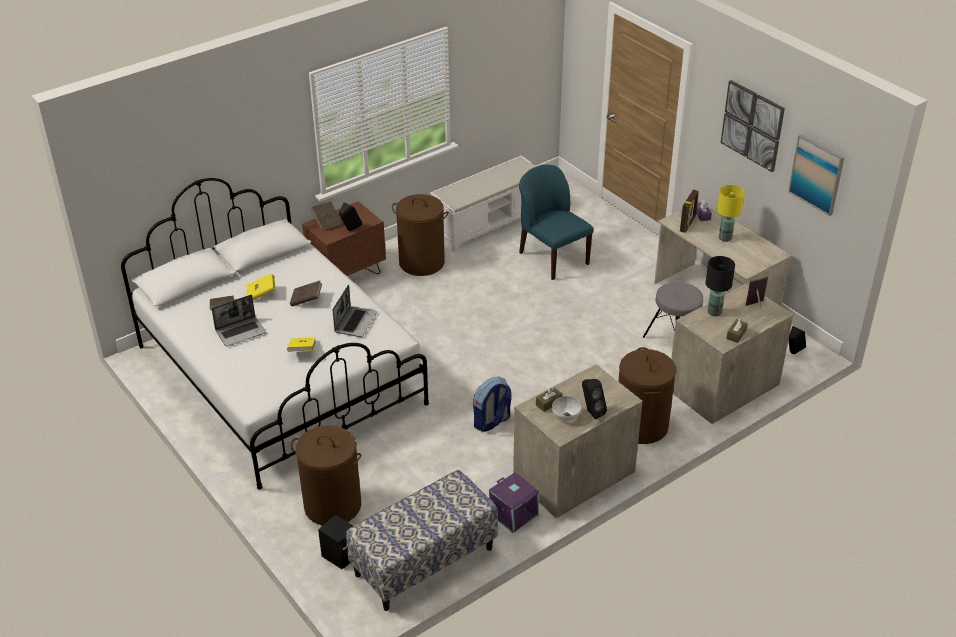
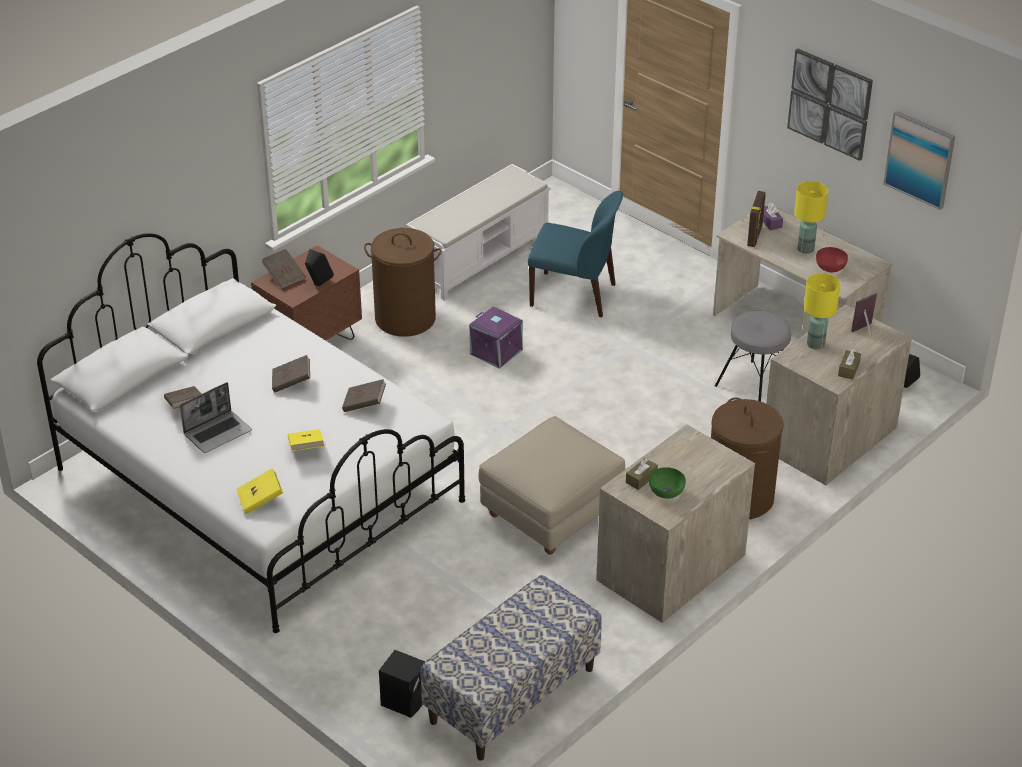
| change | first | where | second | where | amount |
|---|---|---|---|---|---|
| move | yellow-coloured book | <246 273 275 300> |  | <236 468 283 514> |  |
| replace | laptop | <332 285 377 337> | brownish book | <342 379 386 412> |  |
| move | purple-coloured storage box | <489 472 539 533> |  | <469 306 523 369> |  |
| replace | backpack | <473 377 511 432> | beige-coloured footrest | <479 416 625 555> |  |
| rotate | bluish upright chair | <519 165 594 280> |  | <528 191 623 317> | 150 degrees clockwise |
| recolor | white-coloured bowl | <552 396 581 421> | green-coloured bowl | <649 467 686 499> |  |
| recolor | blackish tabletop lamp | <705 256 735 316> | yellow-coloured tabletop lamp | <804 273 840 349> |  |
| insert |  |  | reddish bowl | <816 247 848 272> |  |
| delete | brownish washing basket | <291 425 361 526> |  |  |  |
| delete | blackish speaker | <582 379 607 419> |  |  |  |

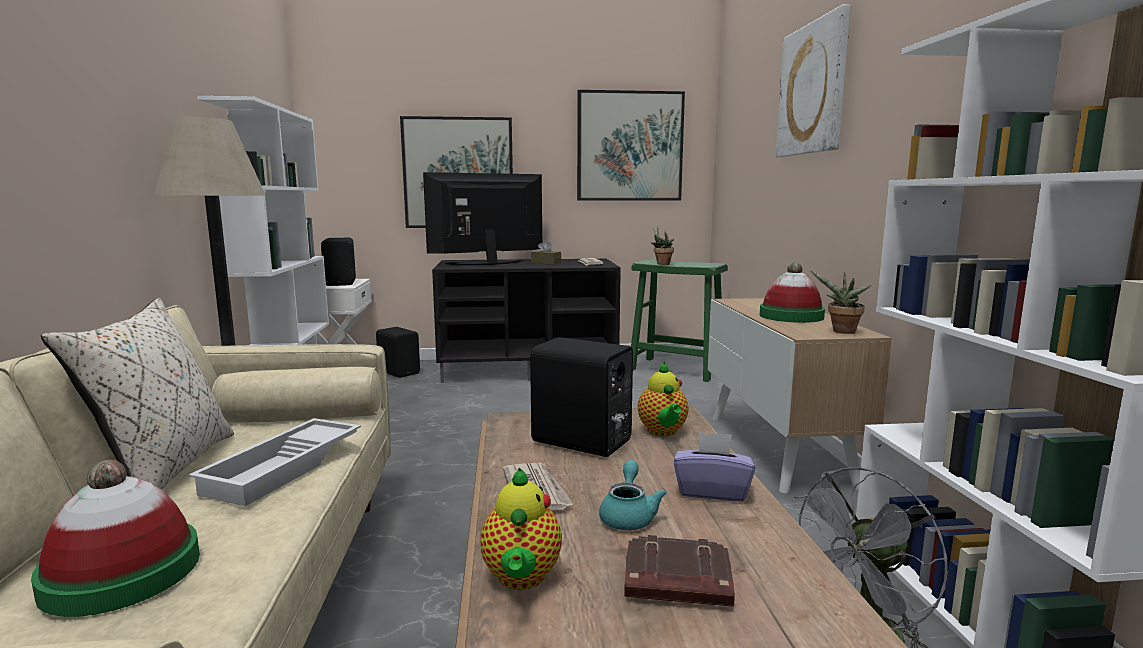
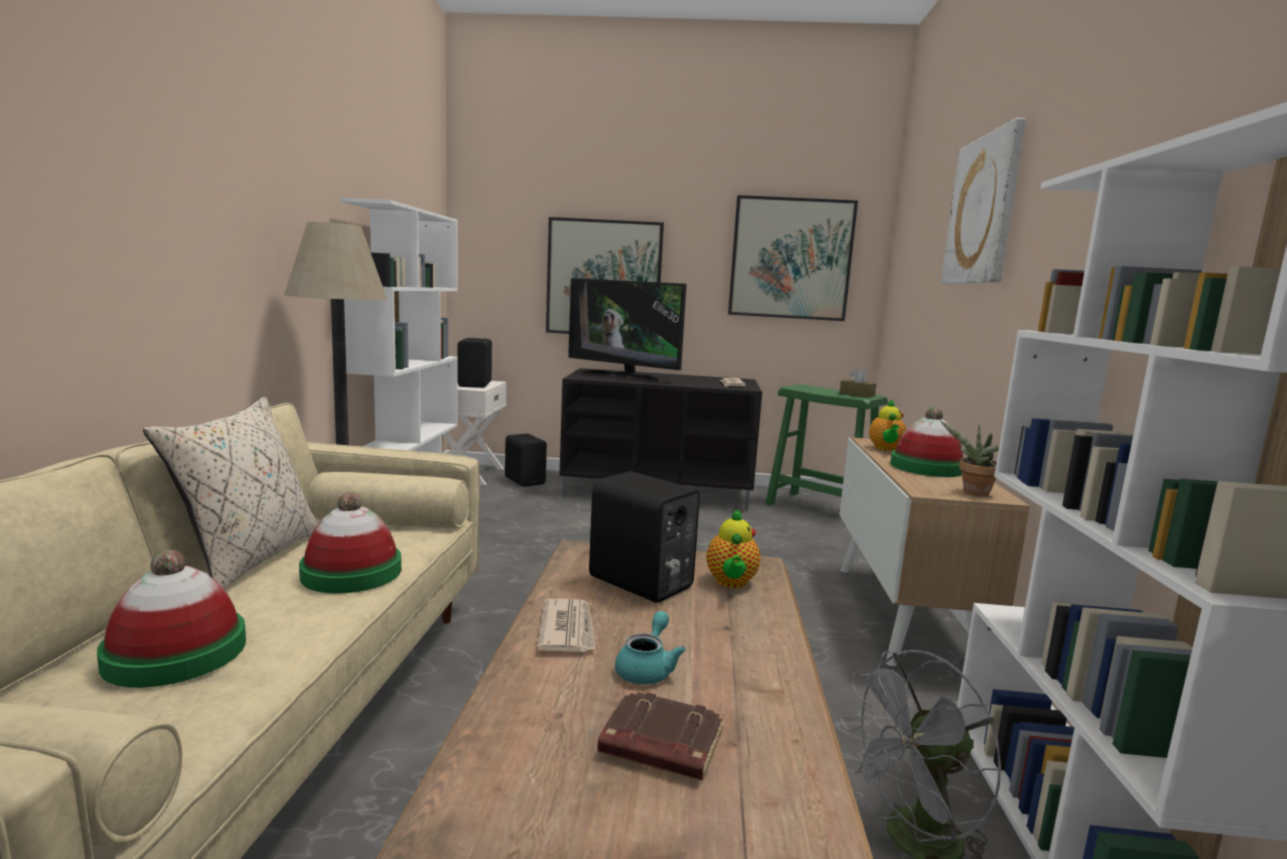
| change | first | where | second | where | amount |
|---|---|---|---|---|---|
| replace | white-coloured carrying tray | <188 418 361 506> | wearable hat | <299 492 401 593> |  |
| rotate | television | <423 172 542 265> |  | <568 278 687 382> | 135 degrees counterclockwise |
| move | brownish box of tissues | <531 240 561 265> |  | <839 369 876 398> |  |
| move | pot for tea | <480 468 562 590> |  | <869 399 906 451> |  |
| delete | houseplant | <651 226 674 265> |  |  |  |
| delete | purple-coloured box of tissues | <674 431 755 502> |  |  |  |

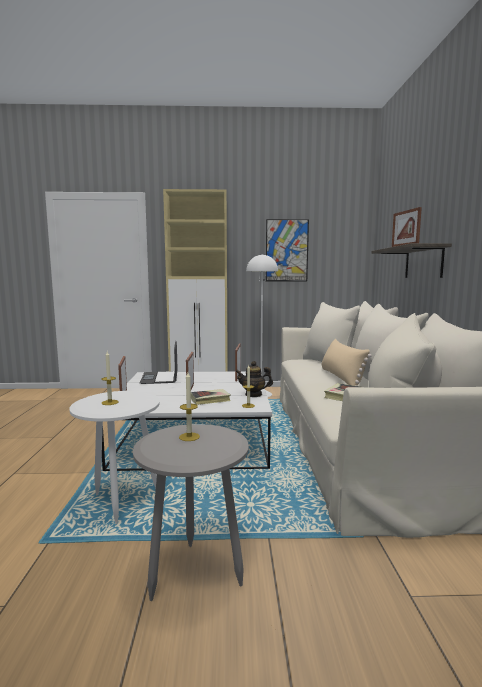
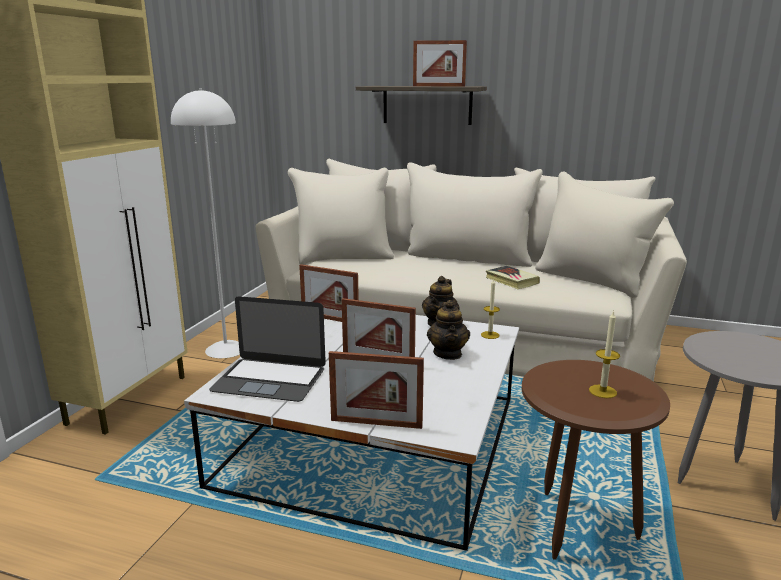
| change | first | where | second | where | amount |
|---|---|---|---|---|---|
| replace | book | <191 389 231 405> | pot for tea | <427 300 470 360> |  |
| recolor | white-coloured side table | <69 391 160 524> | brownish side table | <522 360 670 560> |  |
| delete | wax light | <179 373 200 441> |  |  |  |
| delete | picture | <266 219 309 282> |  |  |  |
| delete | beige-coloured cushion | <322 339 372 386> |  |  |  |

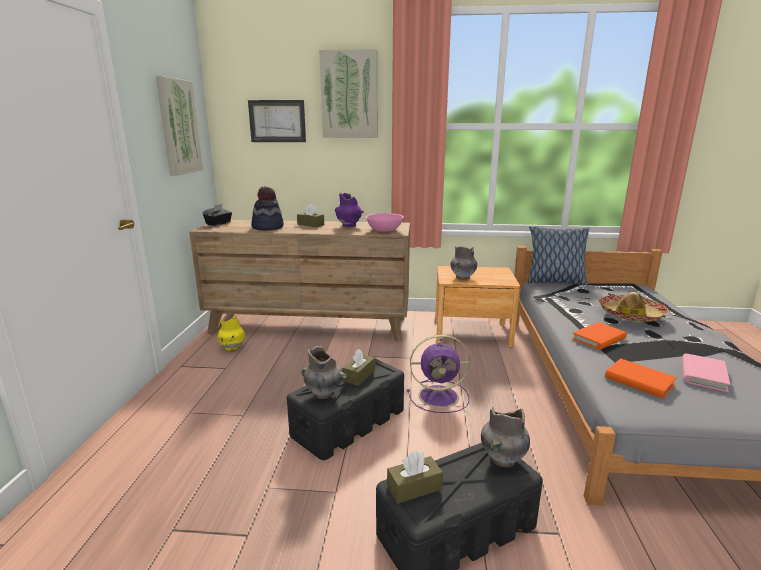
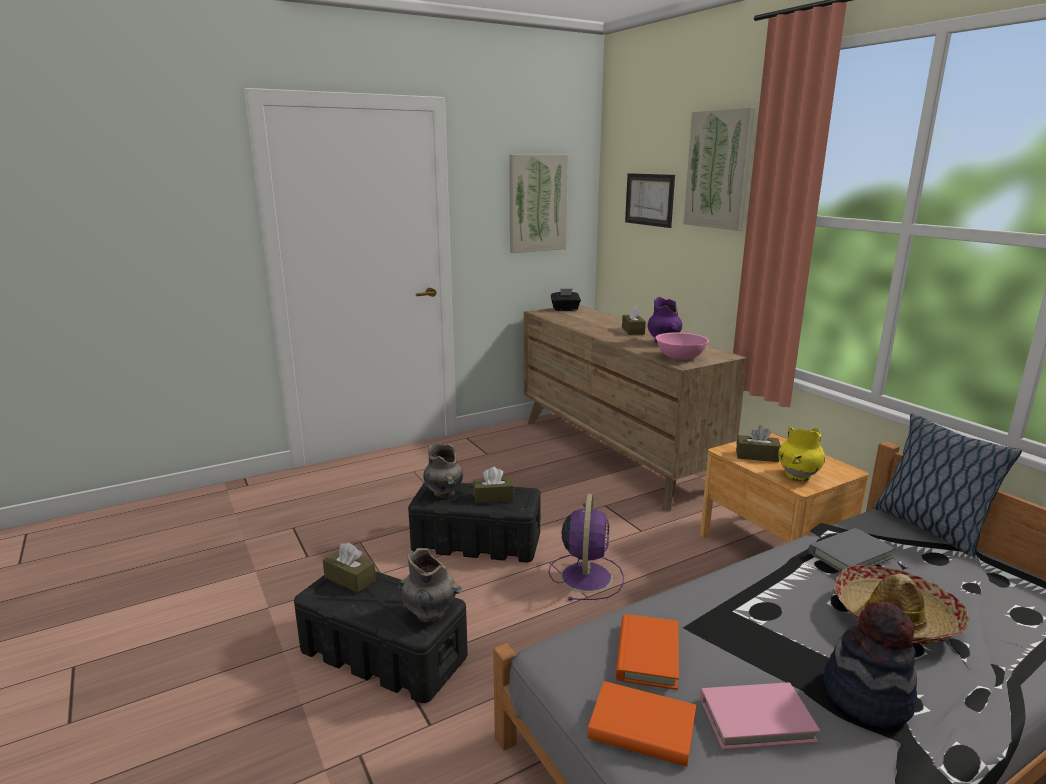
| change | first | where | second | where | amount |
|---|---|---|---|---|---|
| rotate | purple-coloured electric fan | <407 335 471 413> |  | <549 494 624 601> | 135 degrees counterclockwise |
| move | orangey book | <572 322 627 350> |  | <587 681 696 767> |  |
| replace | gray decorative vase | <451 246 477 280> | brownish box of tissues | <736 426 781 462> |  |
| move | yellow-coloured decorative vase | <217 316 245 351> |  | <778 426 825 481> |  |
| insert |  |  | gray book | <808 528 896 572> |  |
| move | wearable hat | <251 186 284 230> |  | <824 601 917 728> |  |

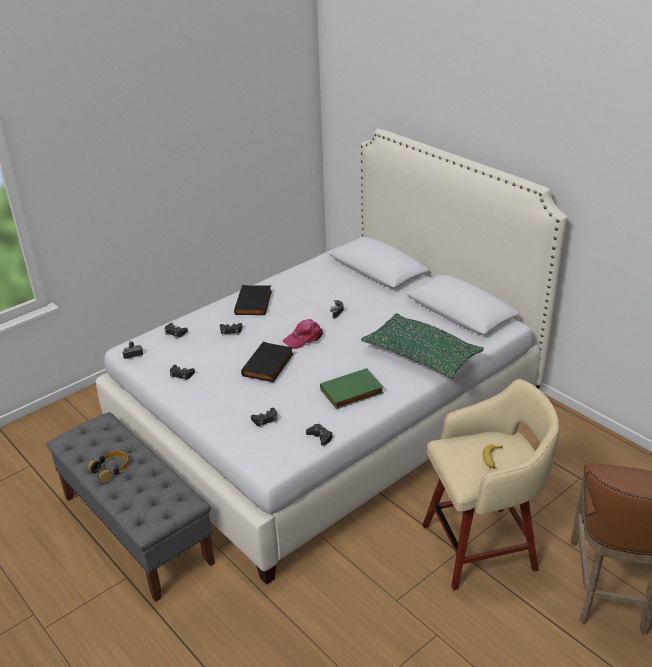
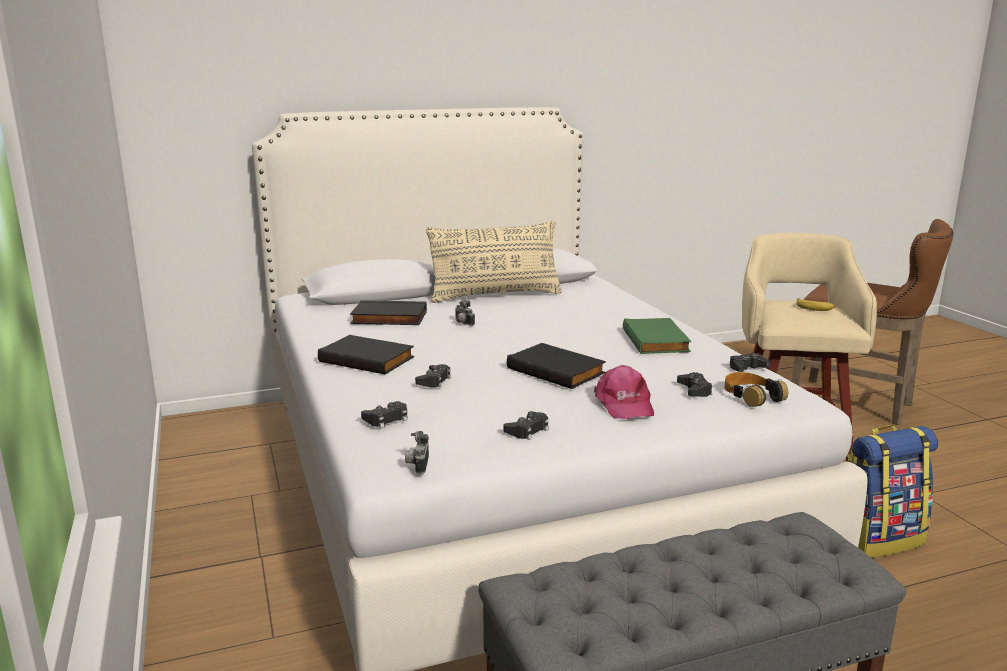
| change | first | where | second | where | amount |
|---|---|---|---|---|---|
| insert |  |  | blackish book | <350 300 427 325> |  |
| insert |  |  | beige-coloured cushion | <426 221 562 303> |  |
| move | pink cap | <283 319 323 349> |  | <594 365 654 419> |  |
| move | headset | <88 451 129 482> |  | <724 372 788 407> |  |
| insert |  |  | backpack | <847 425 938 558> |  |
| delete | green-coloured cushion | <361 313 484 379> |  |  |  |

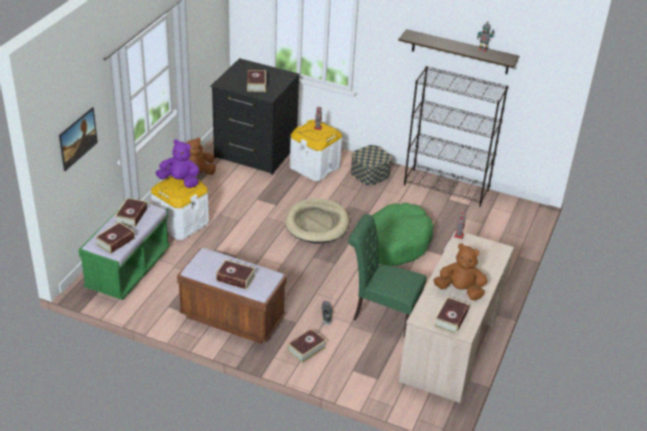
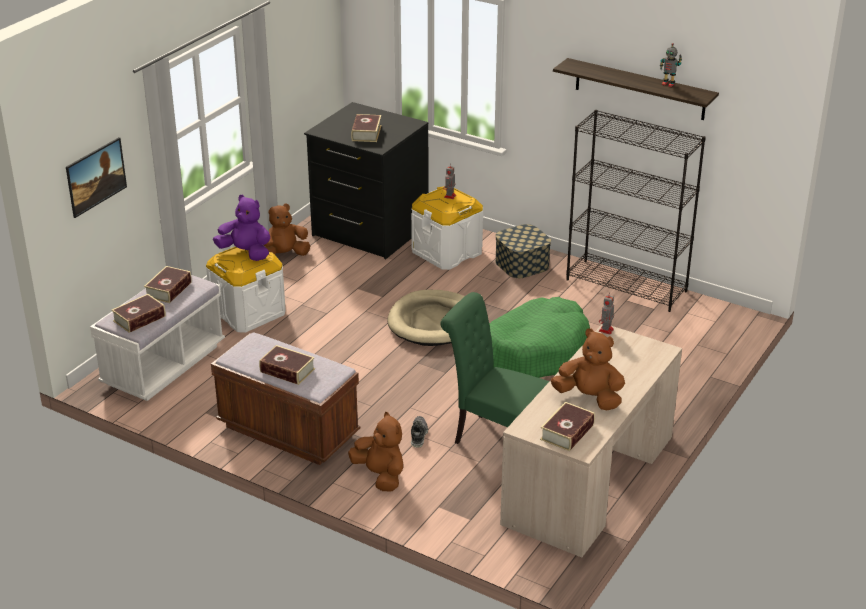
| change | first | where | second | where | amount |
|---|---|---|---|---|---|
| recolor | green-coloured long seat | <78 198 170 300> | white-coloured long seat | <90 275 225 401> |  |
| replace | book | <287 329 327 363> | brownish soft toy | <348 412 403 491> |  |

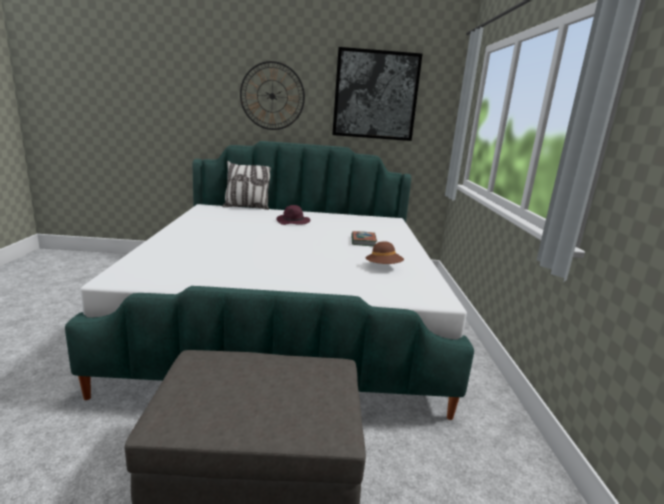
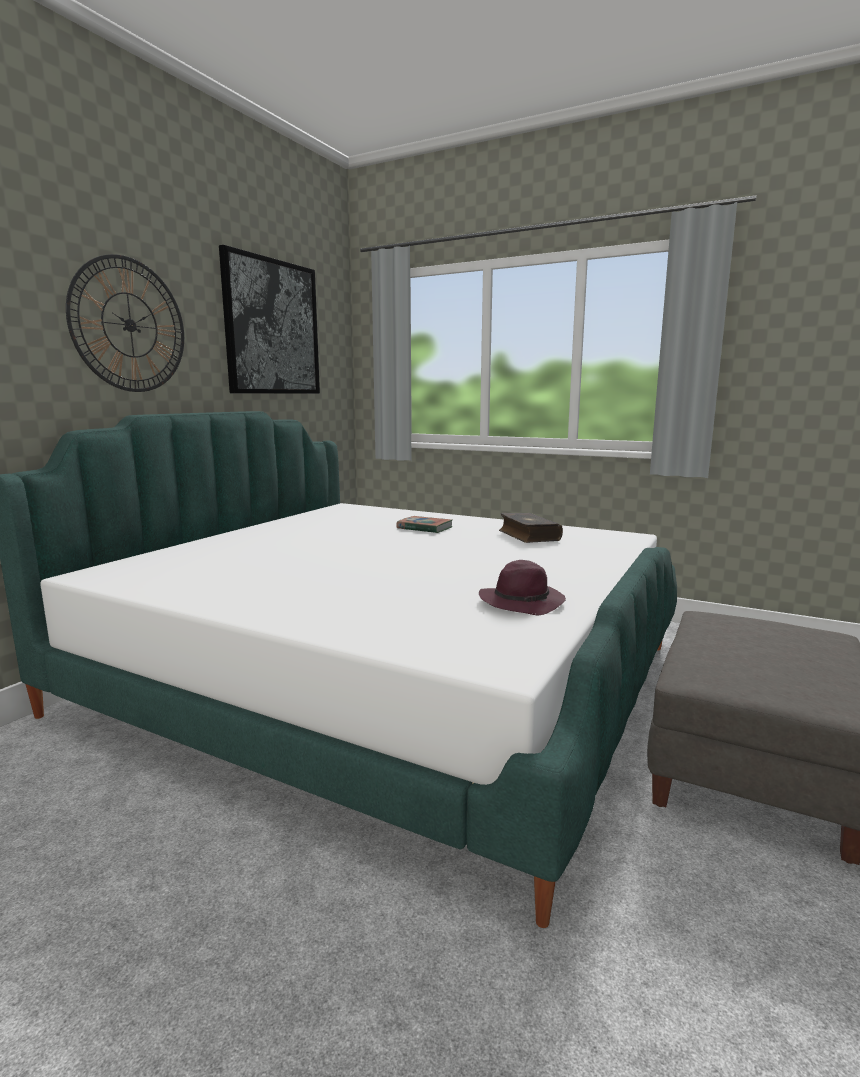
| change | first | where | second | where | amount |
|---|---|---|---|---|---|
| move | purple-coloured wearable hat | <276 205 310 225> |  | <479 560 566 615> |  |
| replace | brownish wearable hat | <366 241 404 264> | book | <499 513 563 543> |  |
| delete | cushion | <222 161 271 210> |  |  |  |

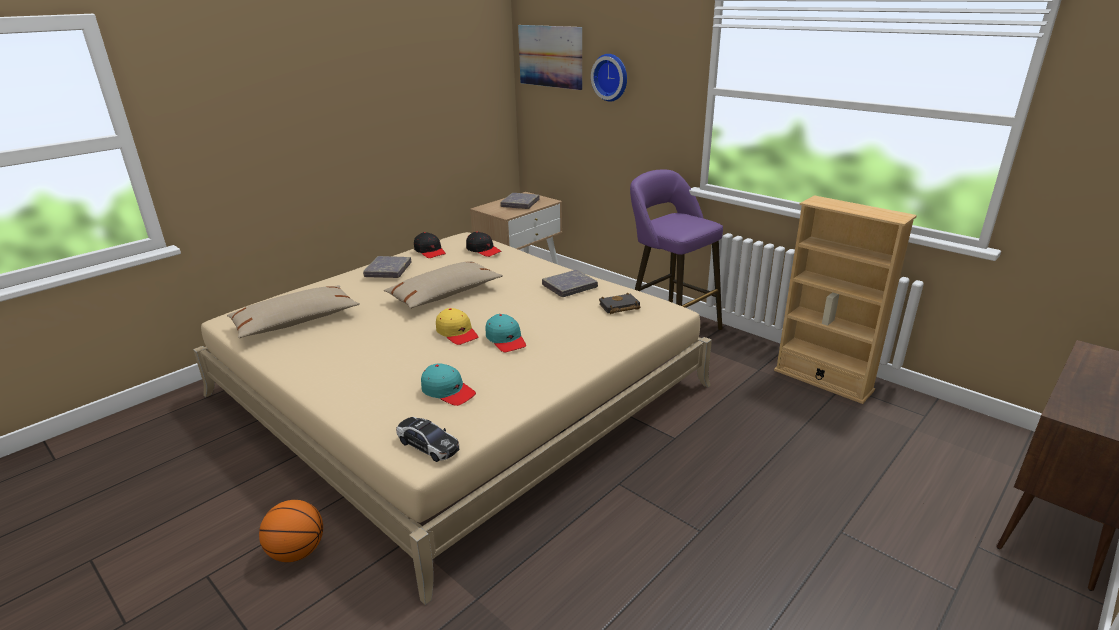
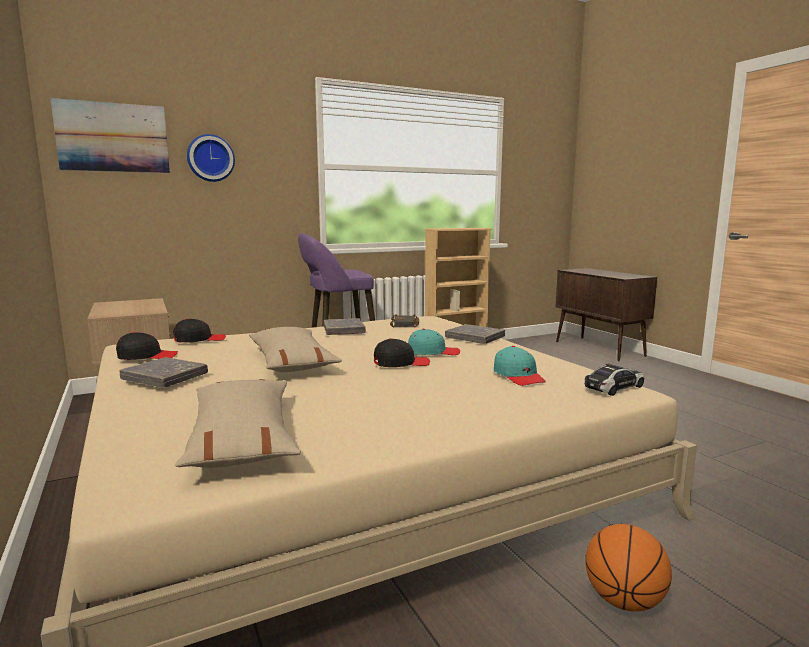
| change | first | where | second | where | amount |
|---|---|---|---|---|---|
| recolor | yellow-coloured cap | <436 308 478 345> | blackish cap | <374 338 430 367> |  |
| move | gray book | <500 193 540 209> |  | <445 324 505 344> |  |
| rotate | blue-green cap | <421 363 476 406> |  | <494 346 546 386> | 105 degrees clockwise |

